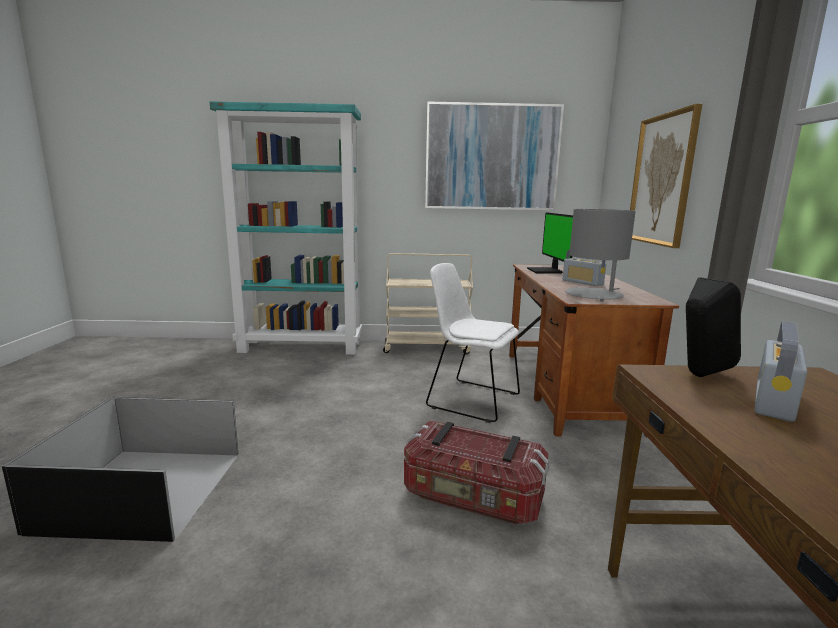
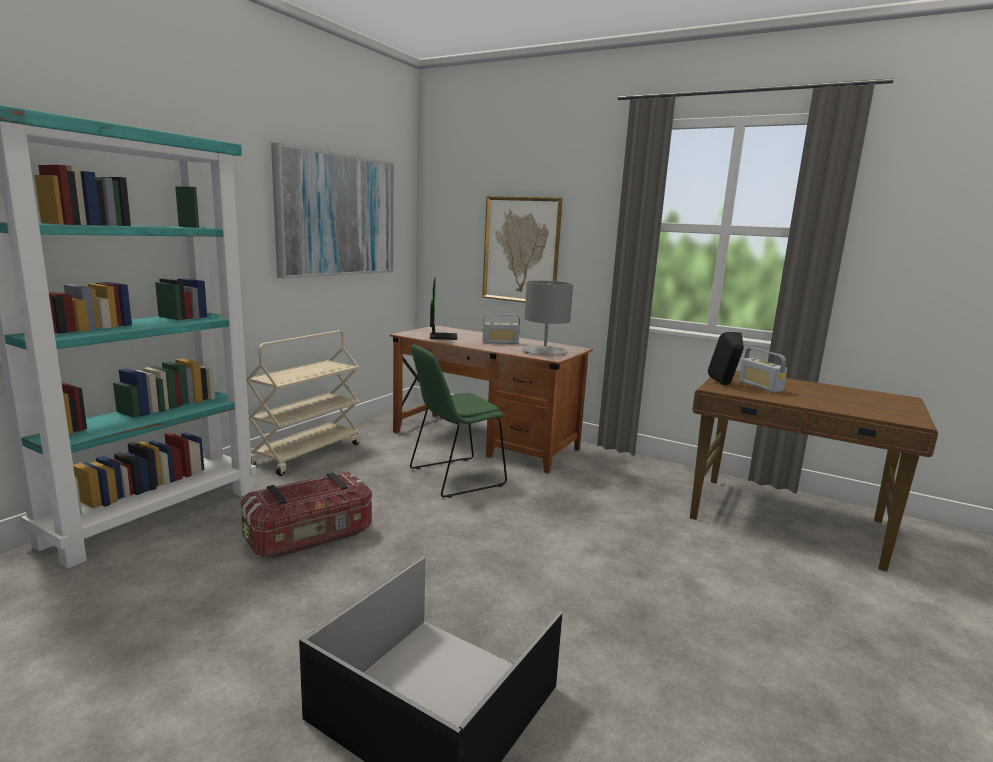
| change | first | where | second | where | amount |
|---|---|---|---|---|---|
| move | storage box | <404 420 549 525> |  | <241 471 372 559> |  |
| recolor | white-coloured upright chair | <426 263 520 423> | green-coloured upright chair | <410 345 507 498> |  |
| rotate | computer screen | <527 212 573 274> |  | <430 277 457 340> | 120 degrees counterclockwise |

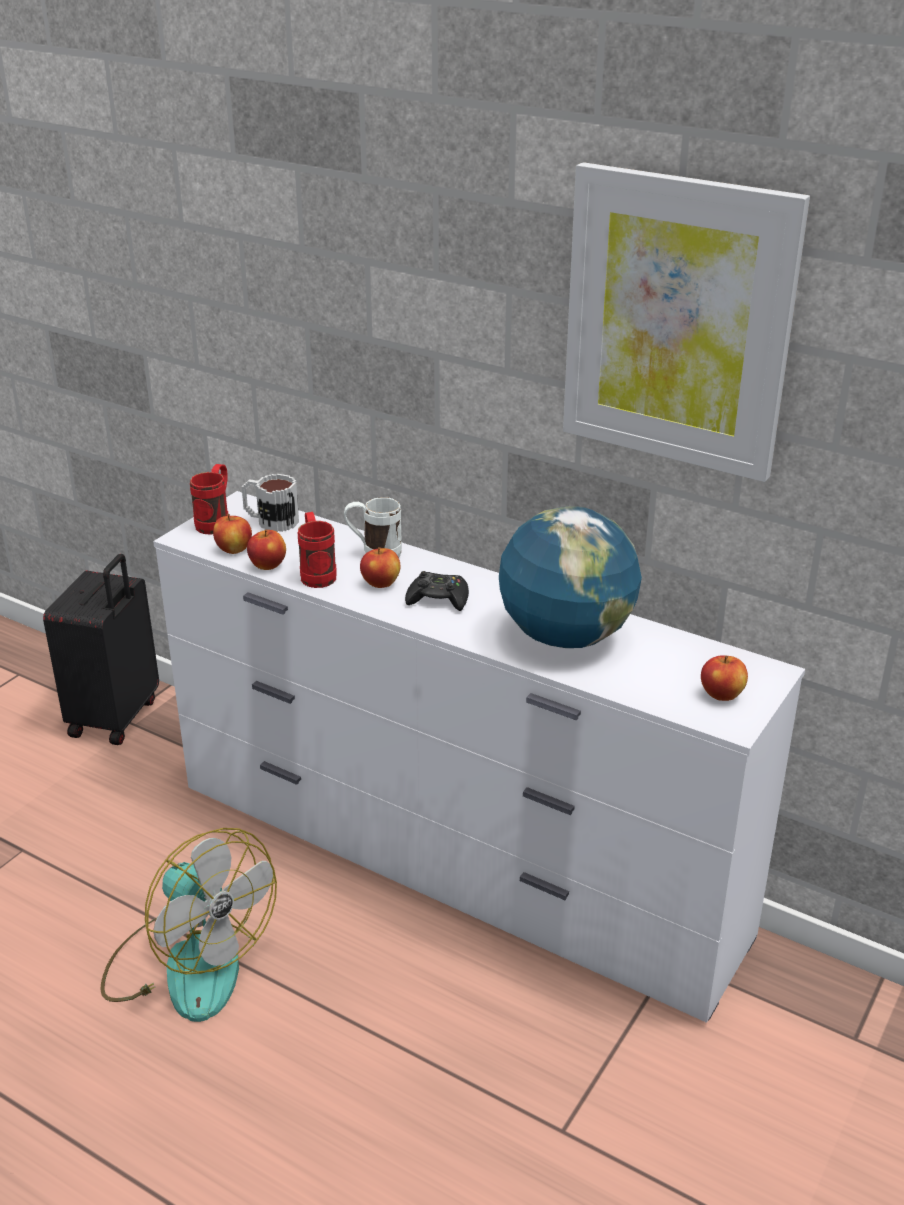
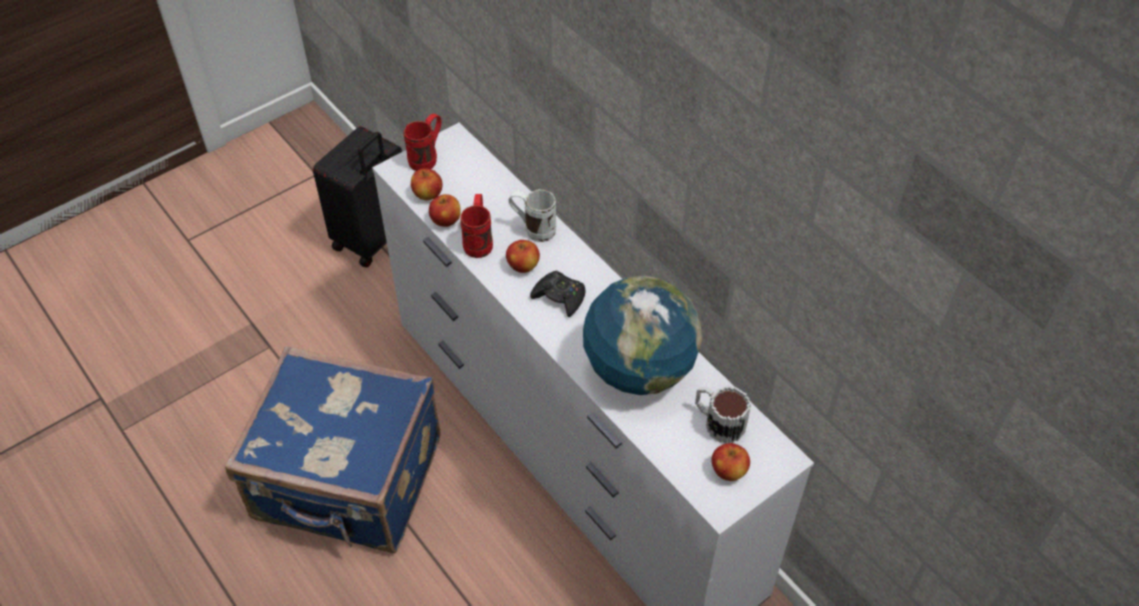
| change | first | where | second | where | amount |
|---|---|---|---|---|---|
| replace | electric fan | <100 828 277 1022> | bluish suitcase | <225 346 440 553> |  |
| move | tea mug | <242 474 299 532> |  | <695 386 751 444> |  |
| delete | picture | <563 162 810 482> |  |  |  |

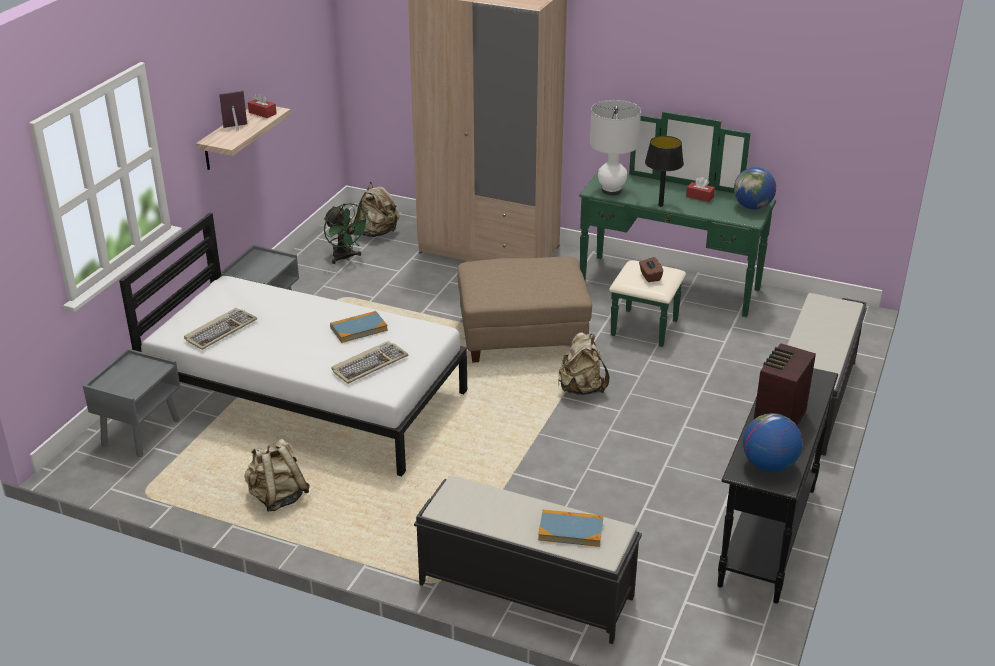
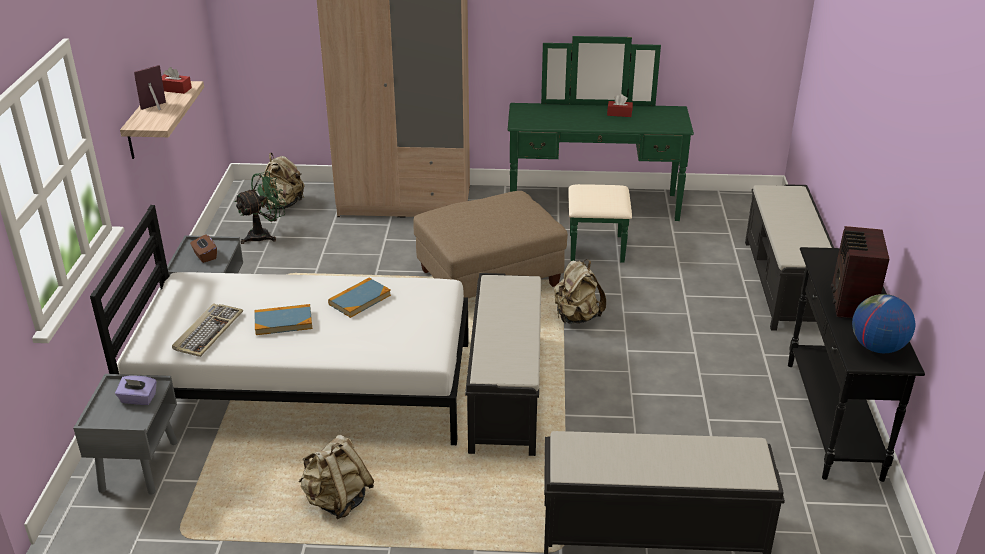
| change | first | where | second | where | amount |
|---|---|---|---|---|---|
| insert |  |  | purple-coloured box of tissues | <115 376 157 405> |  |
| move | brownish box of tissues | <639 257 663 282> |  | <190 234 217 263> |  |
| rotate | green-coloured electric fan | <324 203 370 264> |  | <234 171 286 244> | 75 degrees counterclockwise |
| move | book | <538 509 603 547> |  | <255 304 312 335> |  |
| insert |  |  | blackish long seat | <465 273 541 456> |  |
| delete | PC keyboard | <331 341 409 384> |  |  |  |
| delete | white-coloured tabletop lamp | <590 100 641 195> |  |  |  |
| delete | blackish tabletop lamp | <645 136 684 207> |  |  |  |
| delete | world globe | <734 167 776 209> |  |  |  |

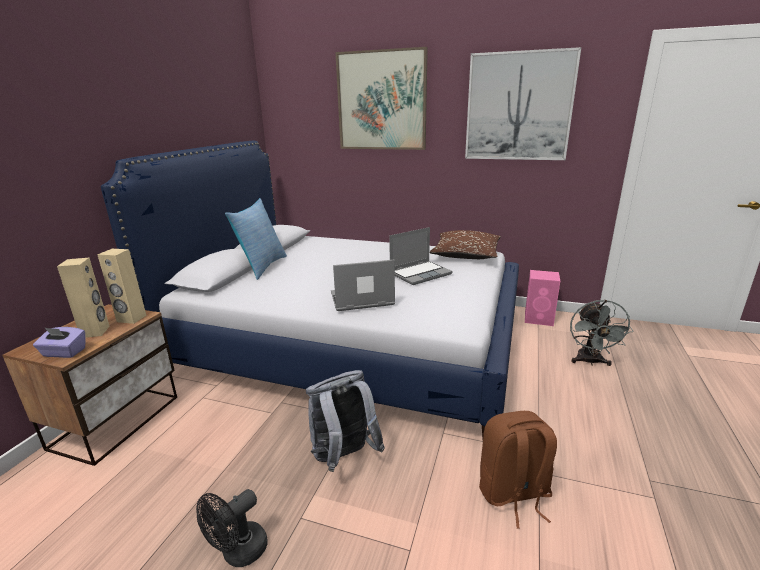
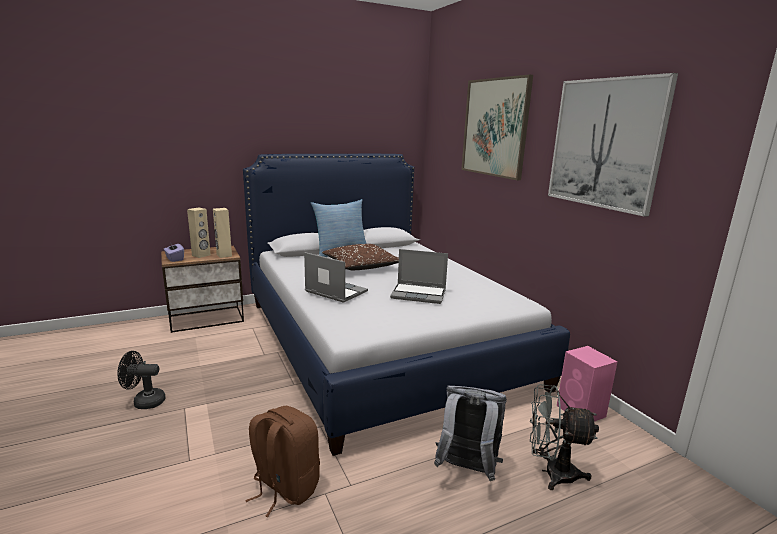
| change | first | where | second | where | amount |
|---|---|---|---|---|---|
| move | brownish cushion | <430 230 501 259> |  | <322 244 399 270> |  |
| move | gray backpack | <306 370 385 472> |  | <434 386 507 481> |  |
| rotate | gray electric fan | <570 300 634 366> |  | <530 384 599 490> | 45 degrees clockwise |

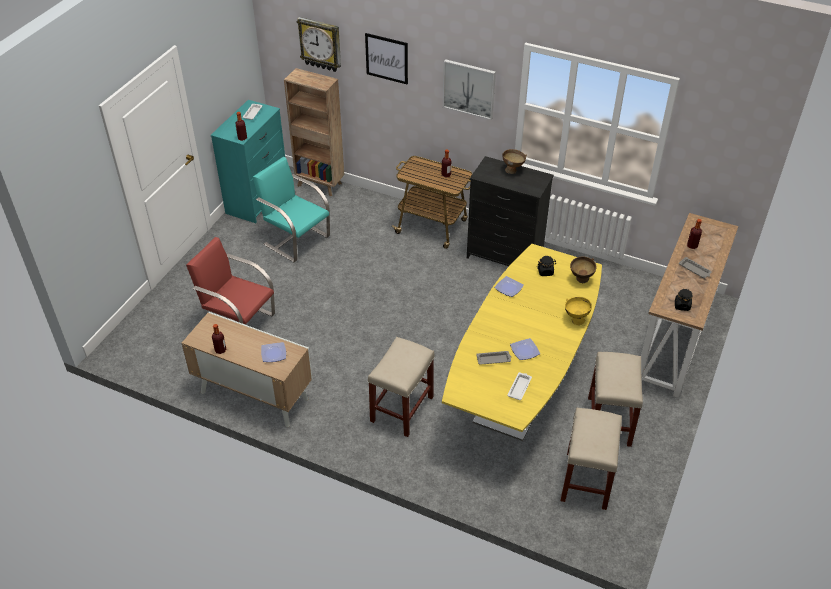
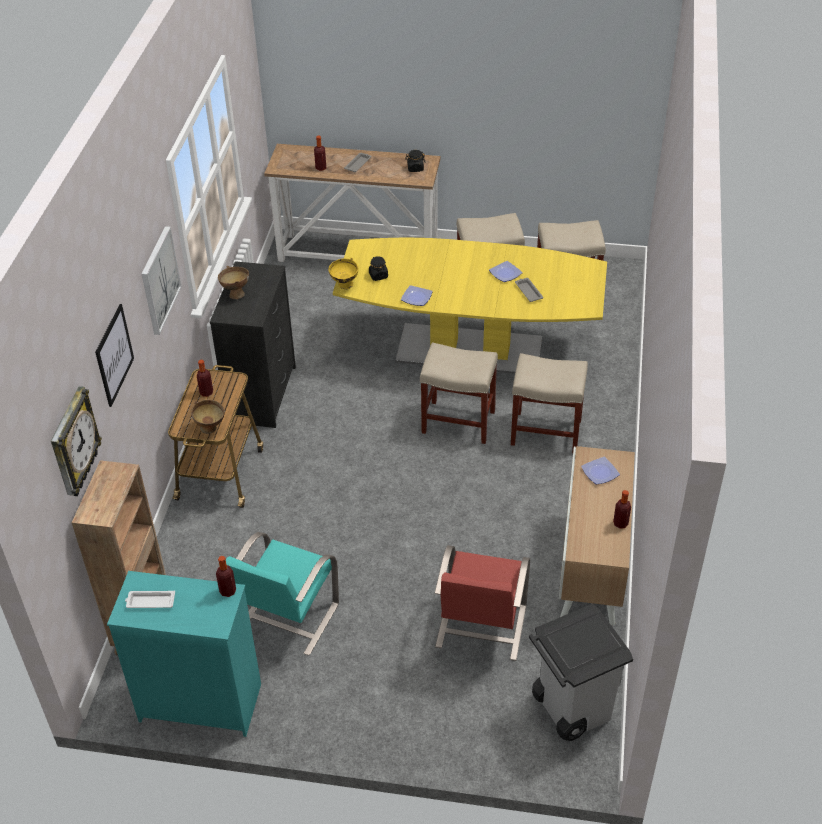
| change | first | where | second | where | amount |
|---|---|---|---|---|---|
| move | brownish bowl | <570 256 597 283> |  | <191 400 225 434> |  |
| move | yellow-coloured bowl | <565 297 592 325> |  | <328 258 358 289> |  |
| insert |  |  | beige-coloured stool | <420 342 498 444> |  |
| insert |  |  | gray trash can | <529 603 633 741> |  |
| delete | white-coloured carrying tray | <507 372 532 400> |  |  |  |

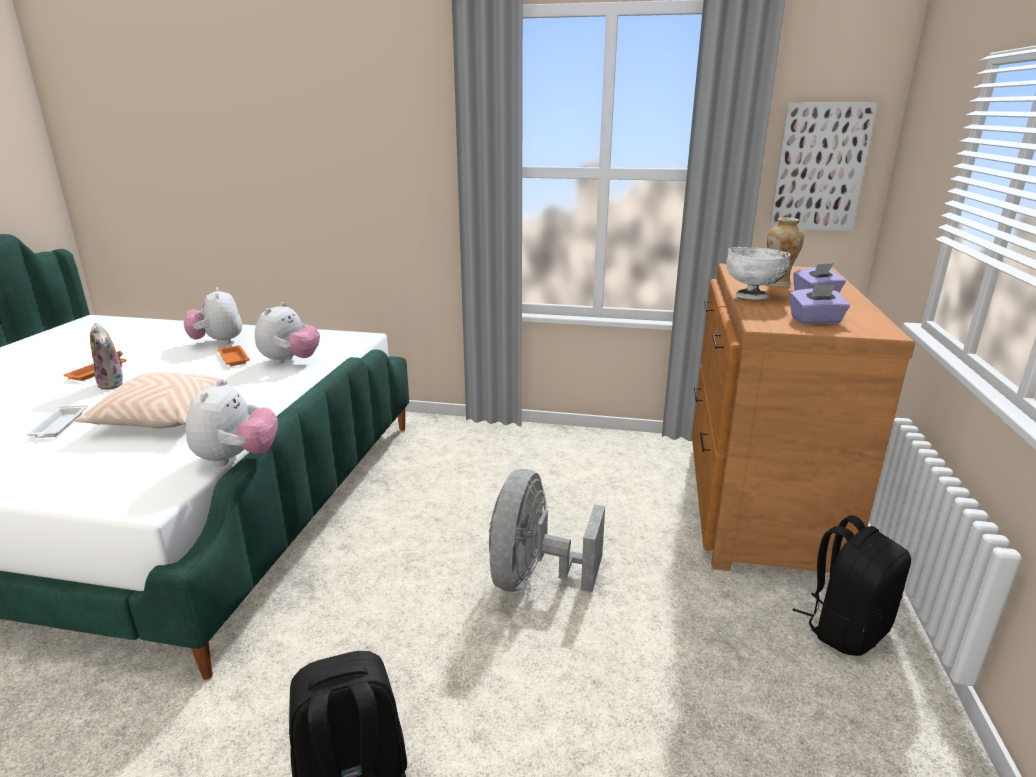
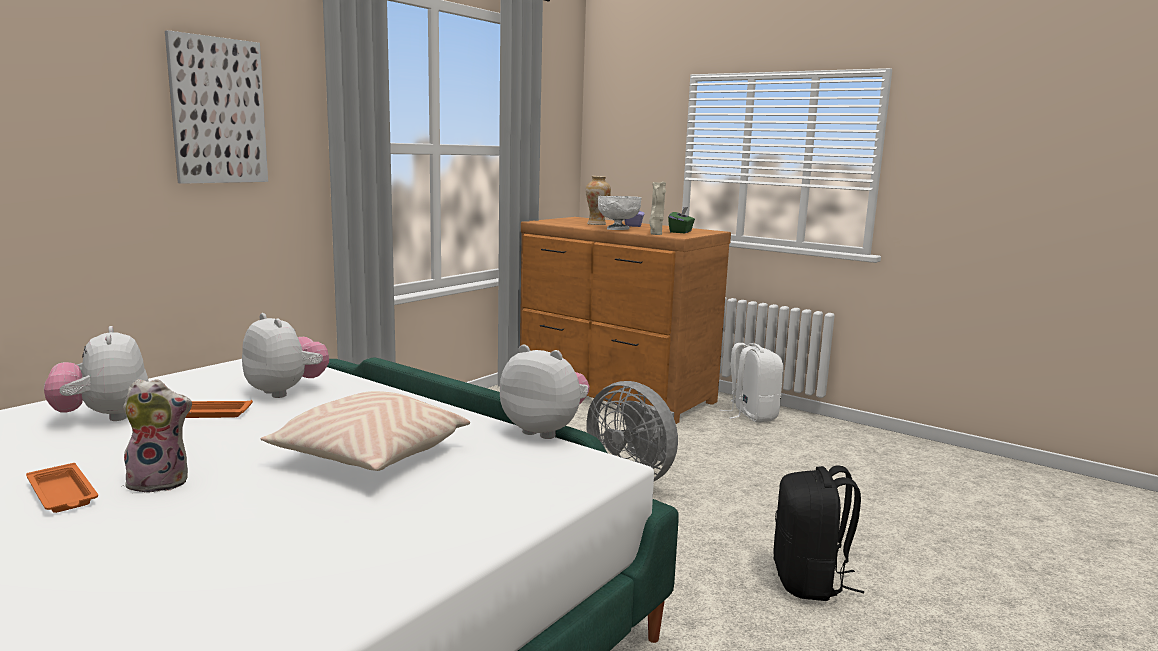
| change | first | where | second | where | amount |
|---|---|---|---|---|---|
| rotate | soft toy | <184 287 242 345> |  | <44 326 149 421> | 60 degrees clockwise |
| move | picture | <769 103 877 231> |  | <165 30 268 184> |  |
| insert |  |  | beige-coloured decorative vase | <649 181 666 235> |  |
| recolor | purple-coloured box of tissues | <790 284 850 324> | green-coloured box of tissues | <668 207 695 233> |  |
| recolor | blackish backpack | <792 515 911 656> | white-coloured backpack | <720 343 783 422> |  |
| delete | white-coloured carrying tray | <27 405 87 438> |  |  |  |

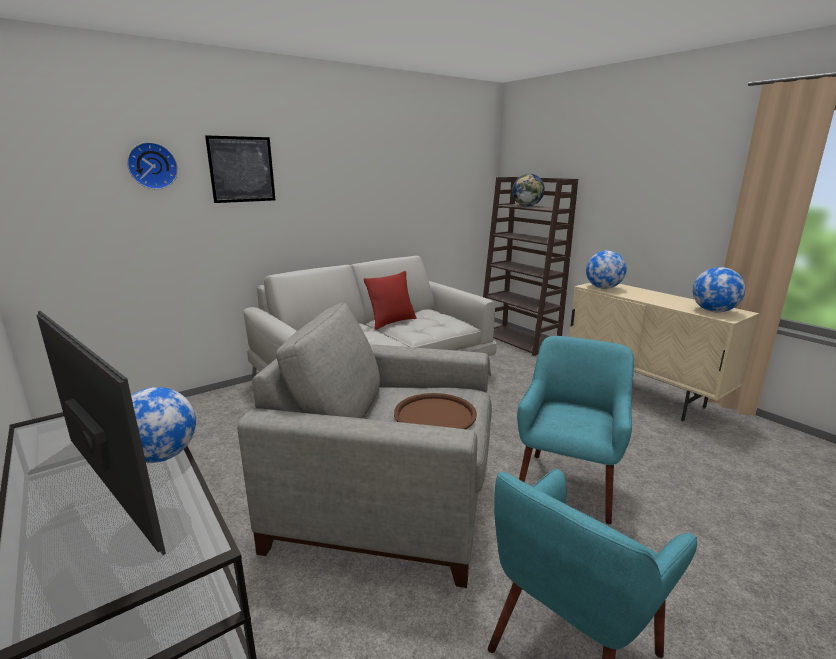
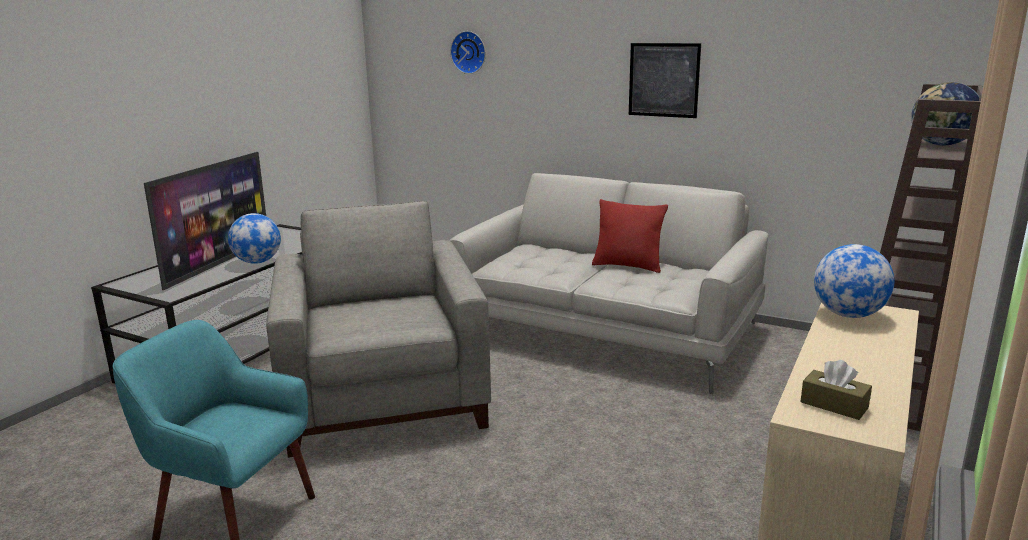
| change | first | where | second | where | amount |
|---|---|---|---|---|---|
| move | picture | <205 135 275 203> |  | <629 43 701 118> |  |
| replace | world globe | <693 267 745 312> | brownish box of tissues | <800 360 872 420> |  |
| delete | brownish carrying tray | <394 393 477 429> |  |  |  |
| delete | blue-green easy chair | <517 336 634 524> |  |  |  |

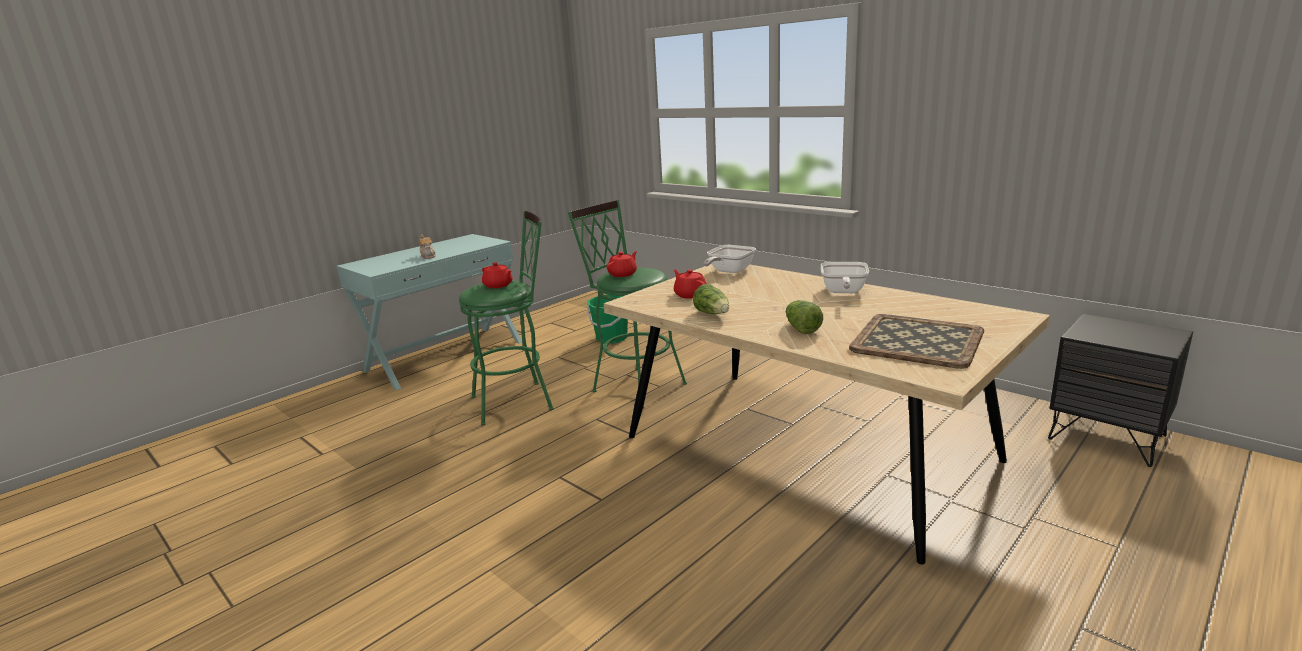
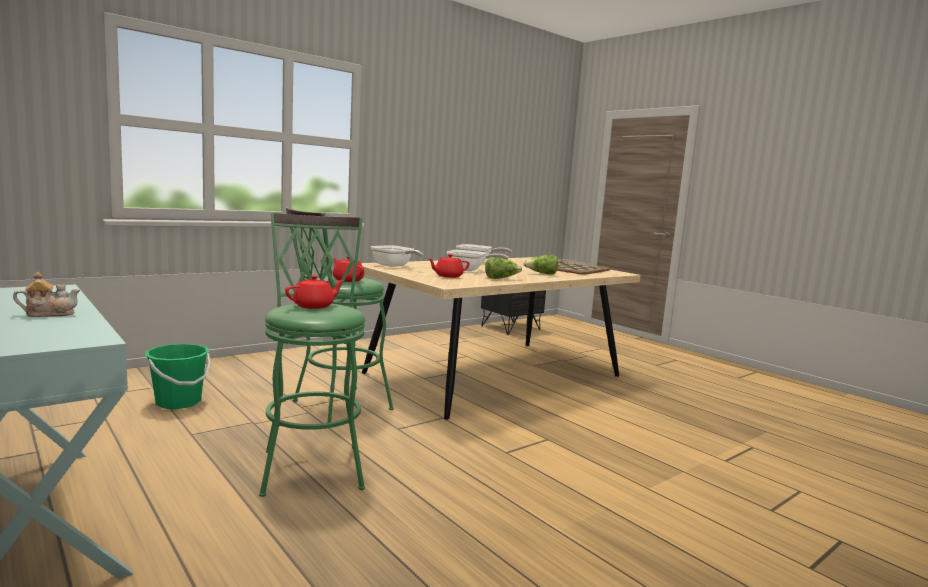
| change | first | where | second | where | amount |
|---|---|---|---|---|---|
| insert |  |  | frying pan | <447 250 509 271> |  |

